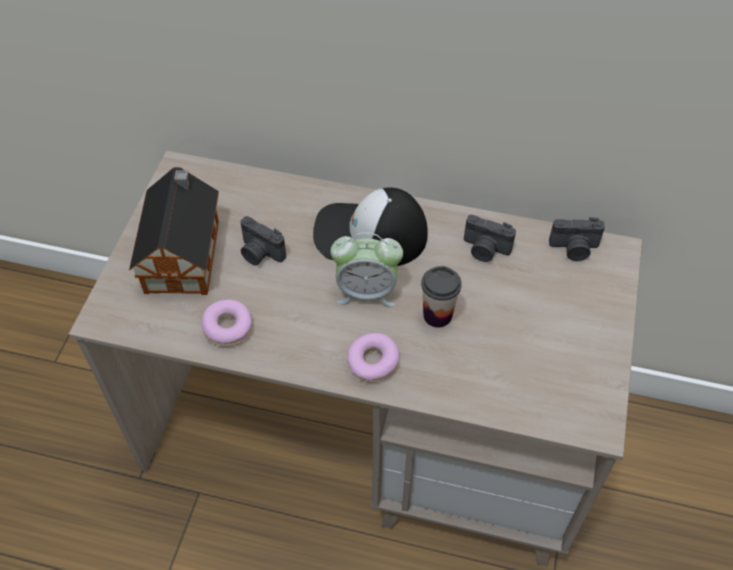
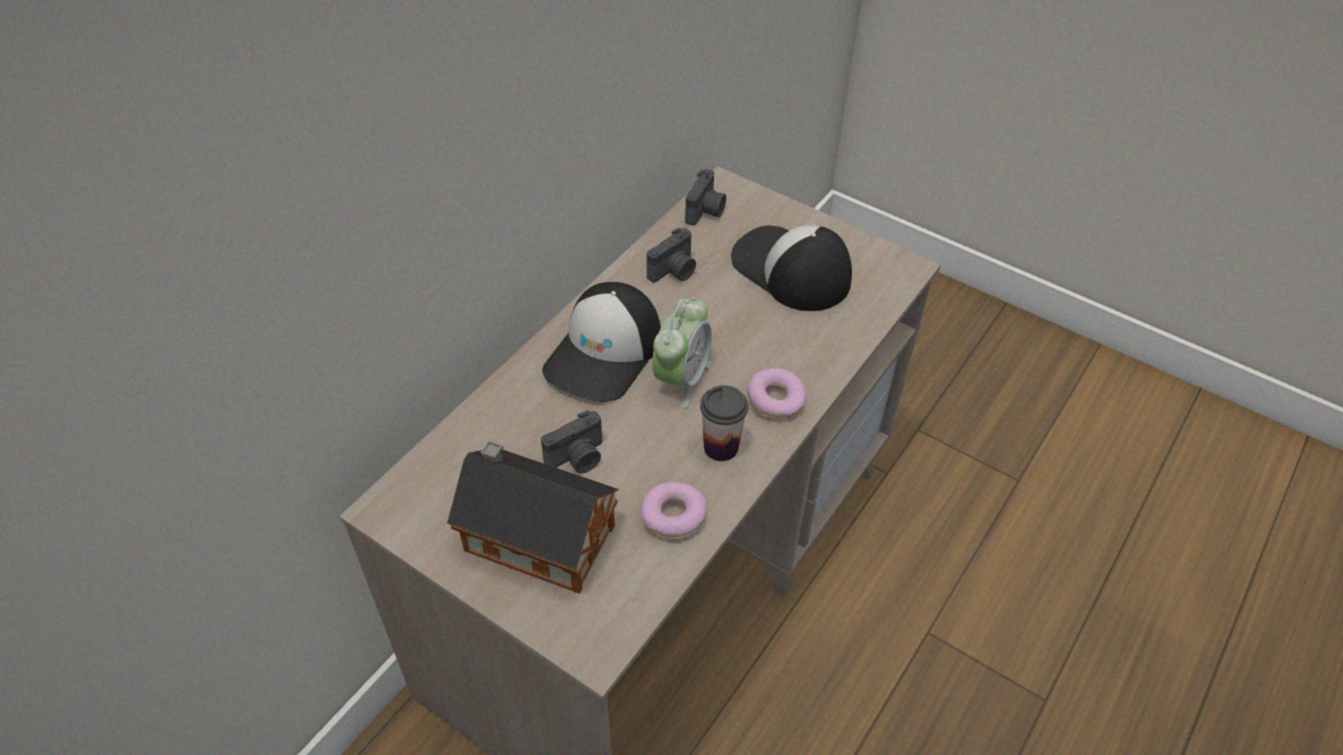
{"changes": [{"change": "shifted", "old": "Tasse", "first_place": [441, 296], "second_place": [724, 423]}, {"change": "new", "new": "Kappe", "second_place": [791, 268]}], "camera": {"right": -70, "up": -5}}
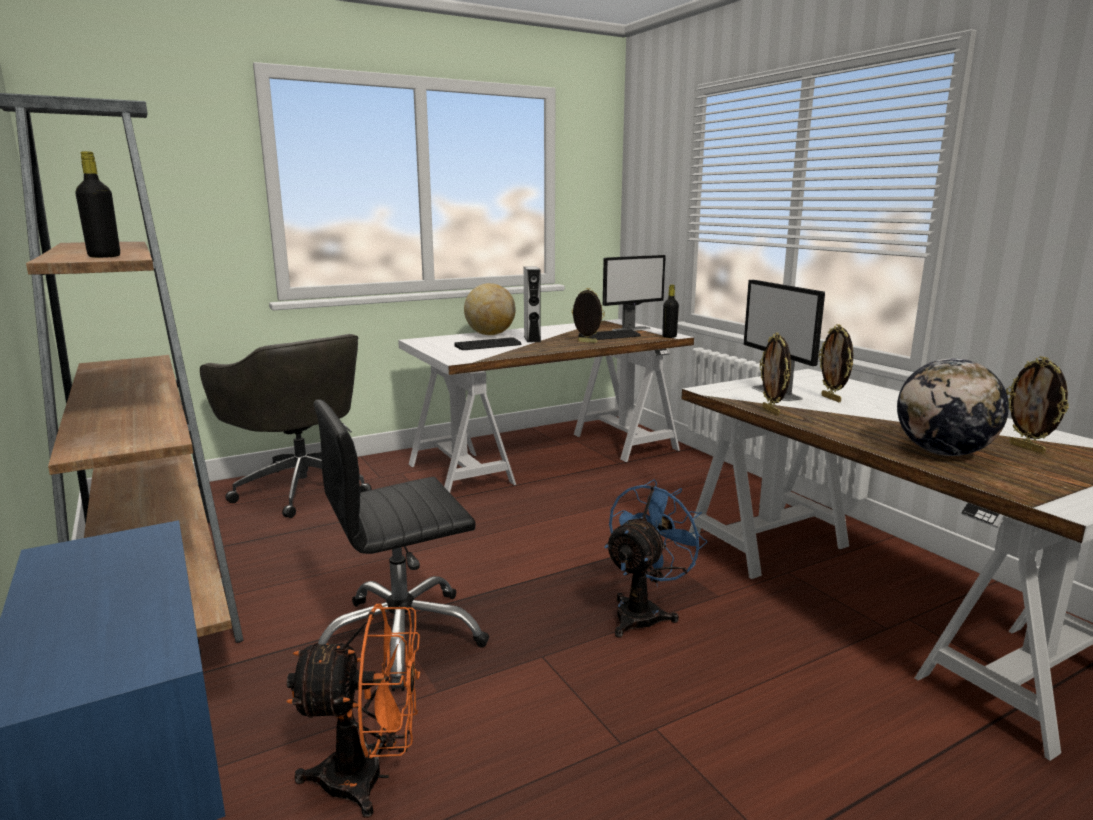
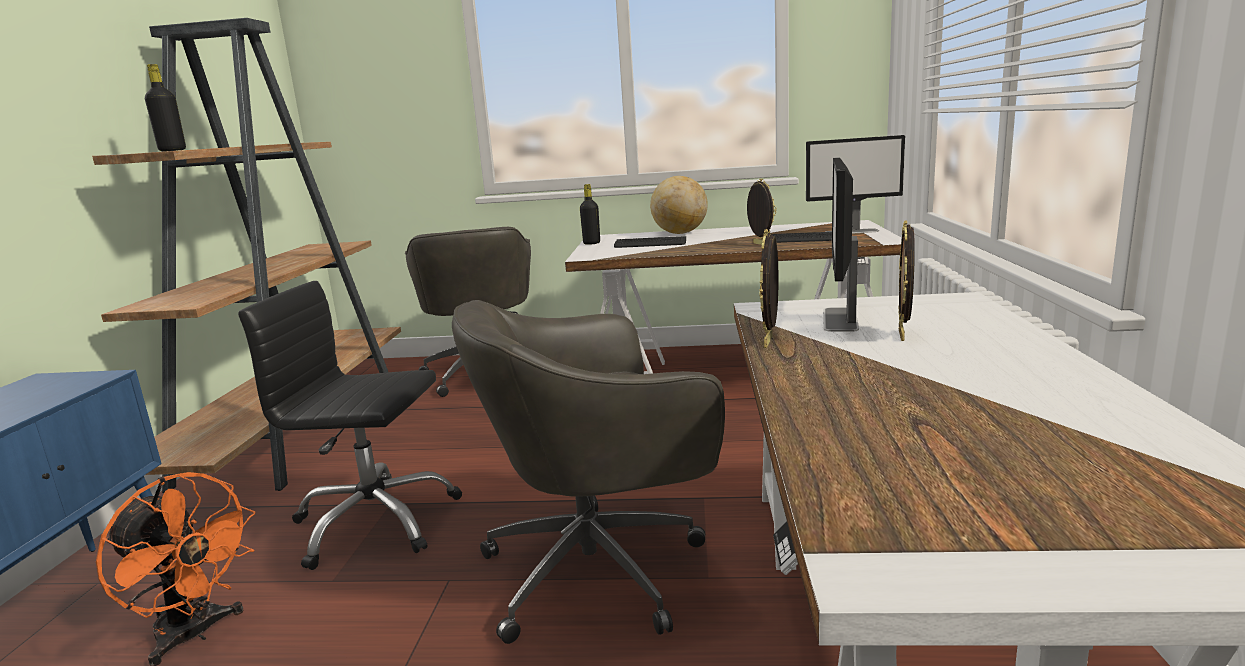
{"changes": [{"change": "gone", "old": "Lautsprecher/grau", "first_place": [532, 304]}, {"change": "swapped", "old": "Ventilator/blau", "new": "Bürostuhl/grau", "first_place": [656, 558], "second_place": [588, 472]}, {"change": "shifted", "old": "Flasche/schwarz", "first_place": [670, 311], "second_place": [590, 214]}, {"change": "gone", "old": "Globus", "first_place": [953, 407]}, {"change": "gone", "old": "Bilderrahmen", "first_place": [1037, 405]}], "camera": {"right": 35, "up": 0}}
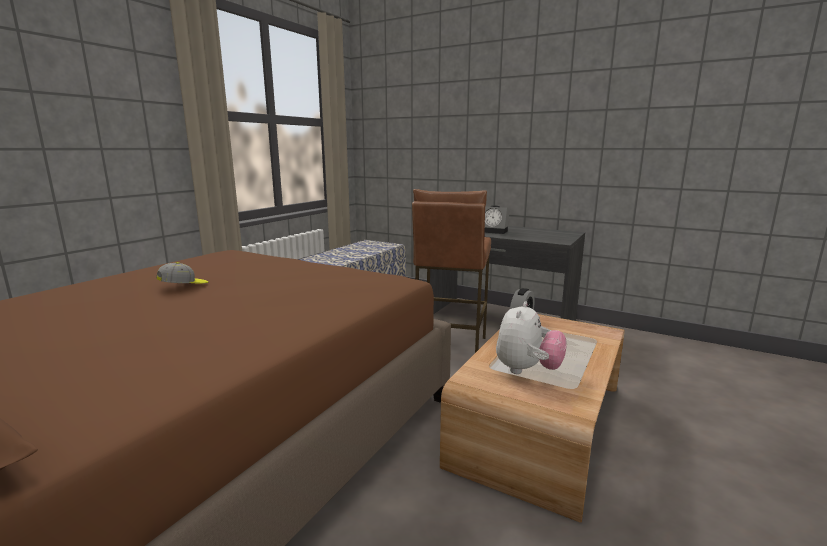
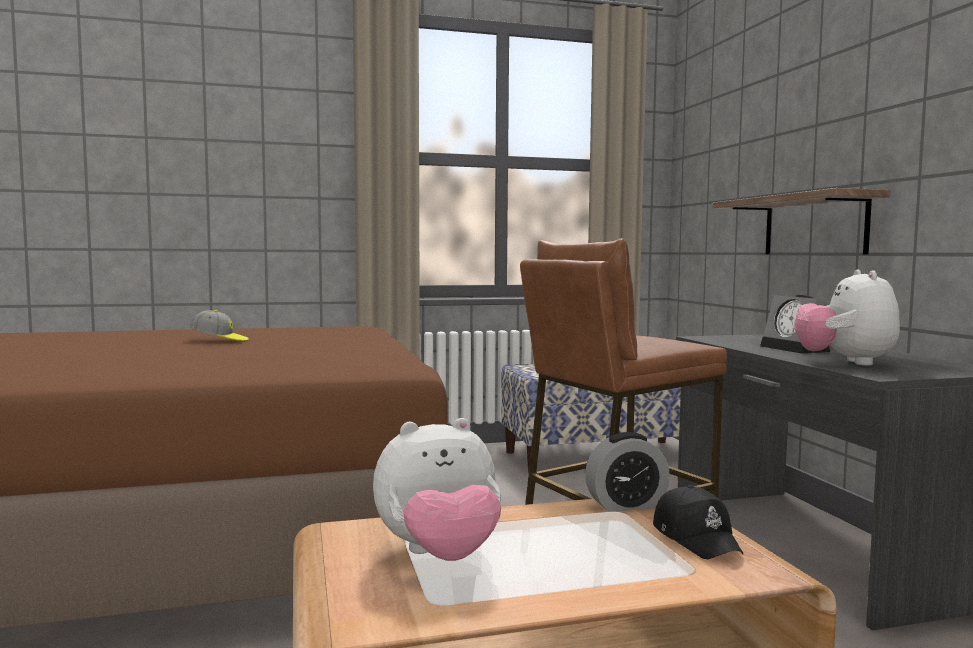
{"changes": [{"change": "new", "new": "Kappe/schwarz", "second_place": [698, 522]}, {"change": "new", "new": "Wandregal", "second_place": [802, 221]}, {"change": "new", "new": "Plüschtier", "second_place": [847, 318]}], "camera": {"right": 45, "up": -10}}
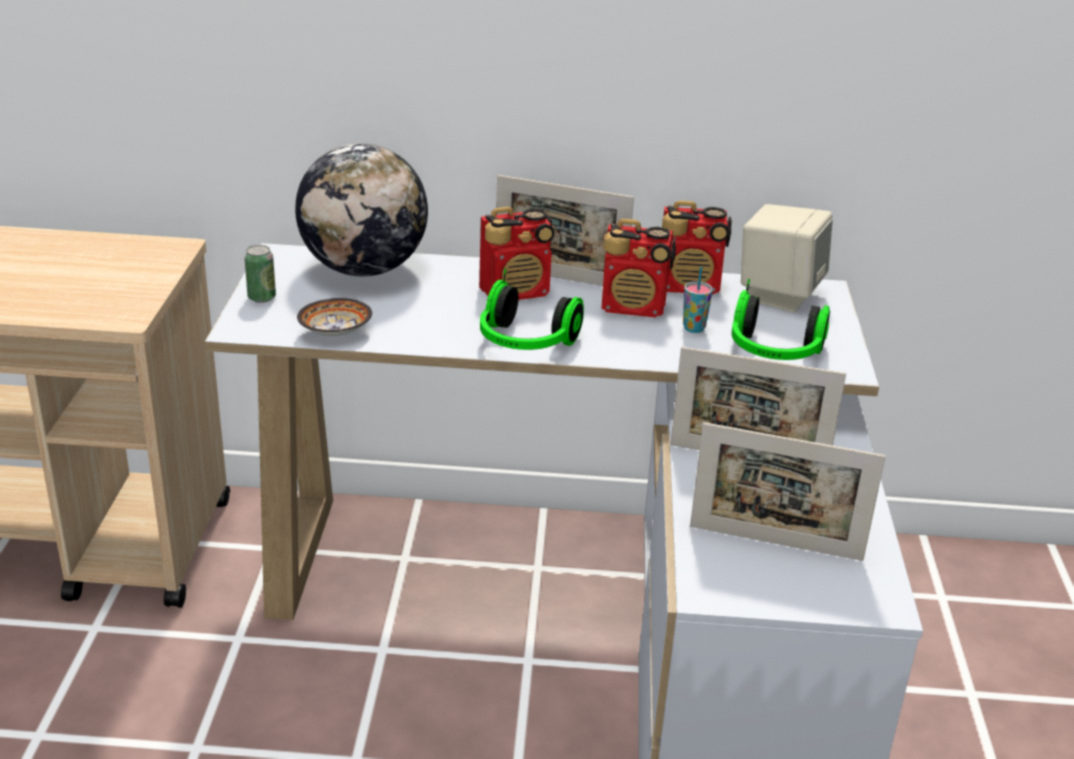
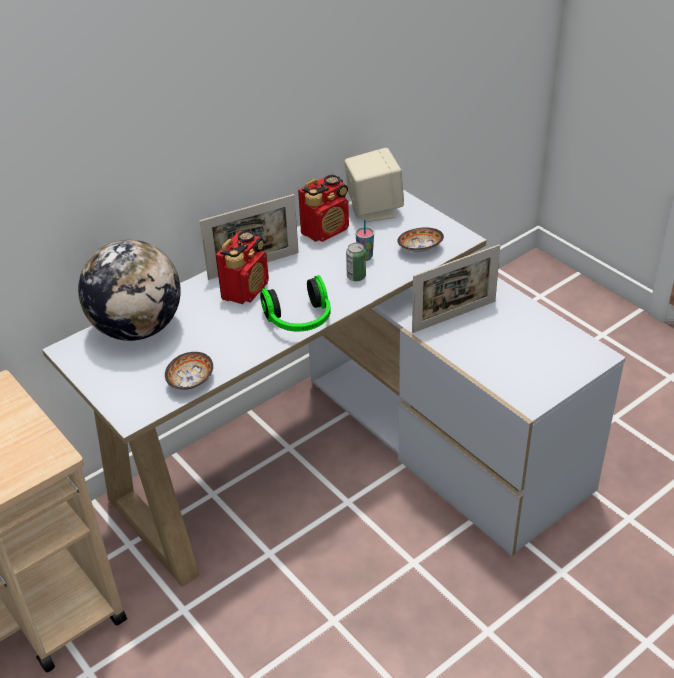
{"changes": [{"change": "shifted", "old": "Dose", "first_place": [260, 274], "second_place": [356, 262]}, {"change": "gone", "old": "Radio", "first_place": [638, 268]}, {"change": "gone", "old": "Bilderrahmen", "first_place": [788, 491]}, {"change": "swapped", "old": "Kopfhörer", "new": "Schüssel", "first_place": [781, 319], "second_place": [420, 240]}], "camera": {"right": -40, "up": 10}}
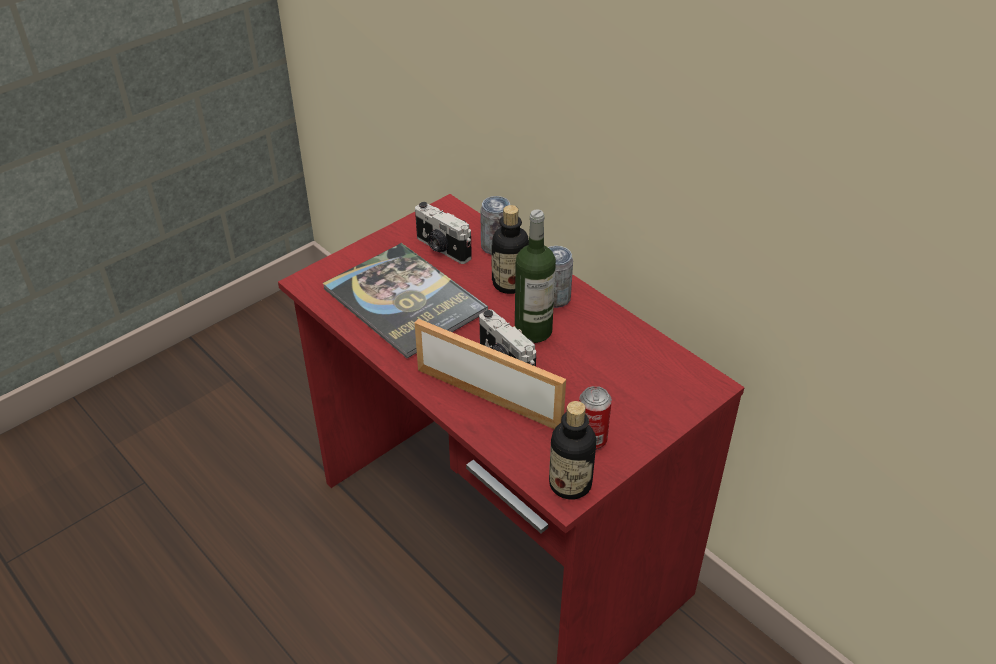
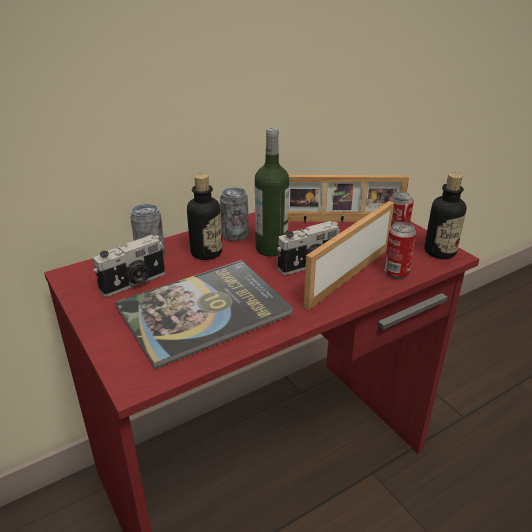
{"changes": [{"change": "new", "new": "Bilderrahmen", "second_place": [348, 199]}, {"change": "new", "new": "Dose", "second_place": [400, 250]}], "camera": {"right": -80, "up": -10}}
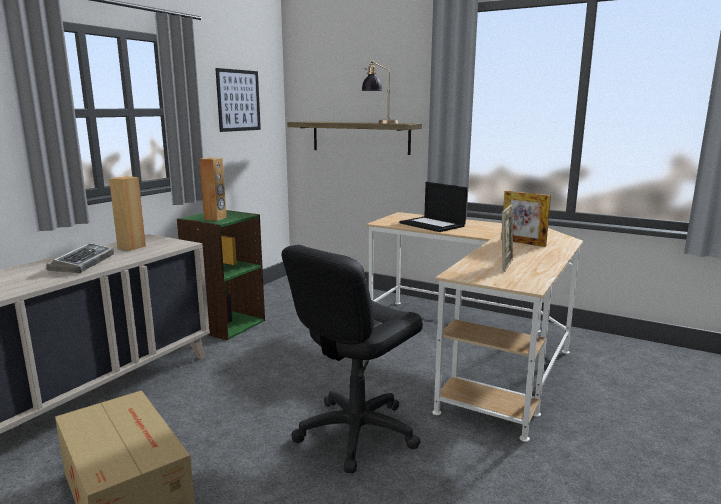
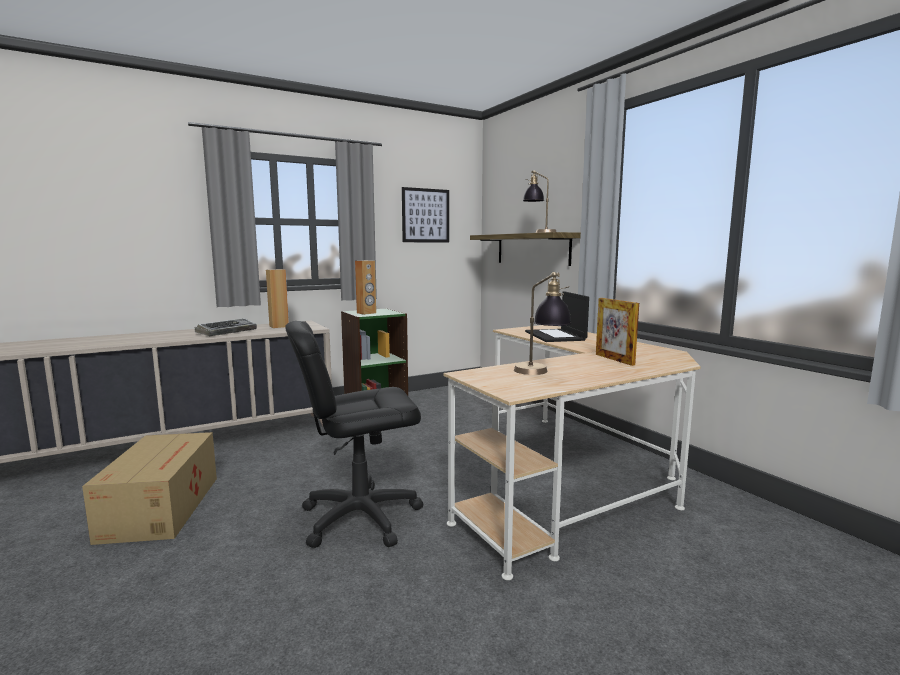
{"changes": [{"change": "swapped", "old": "Bilderrahmen", "new": "Tischlampe", "first_place": [508, 238], "second_place": [543, 323]}], "camera": {"right": 30, "up": -5}}
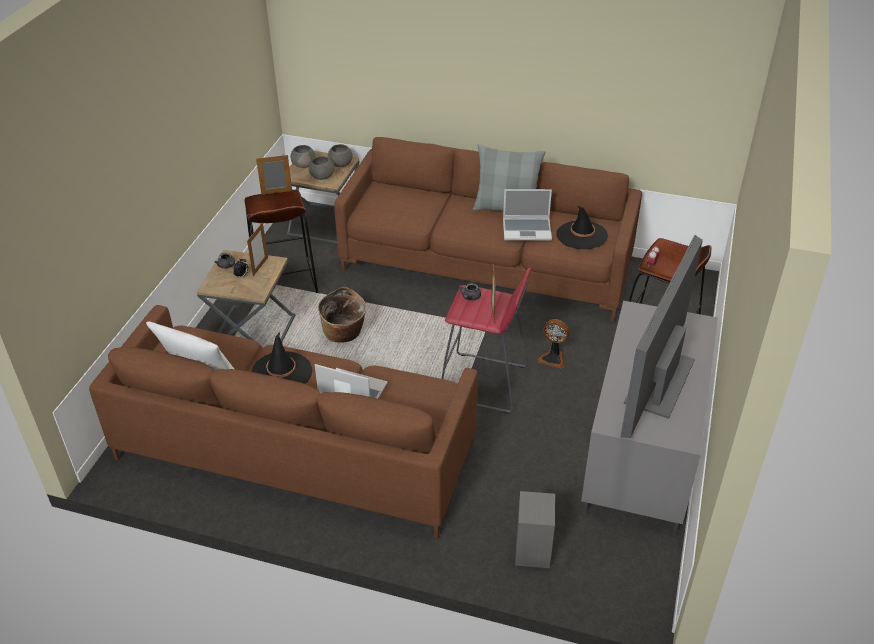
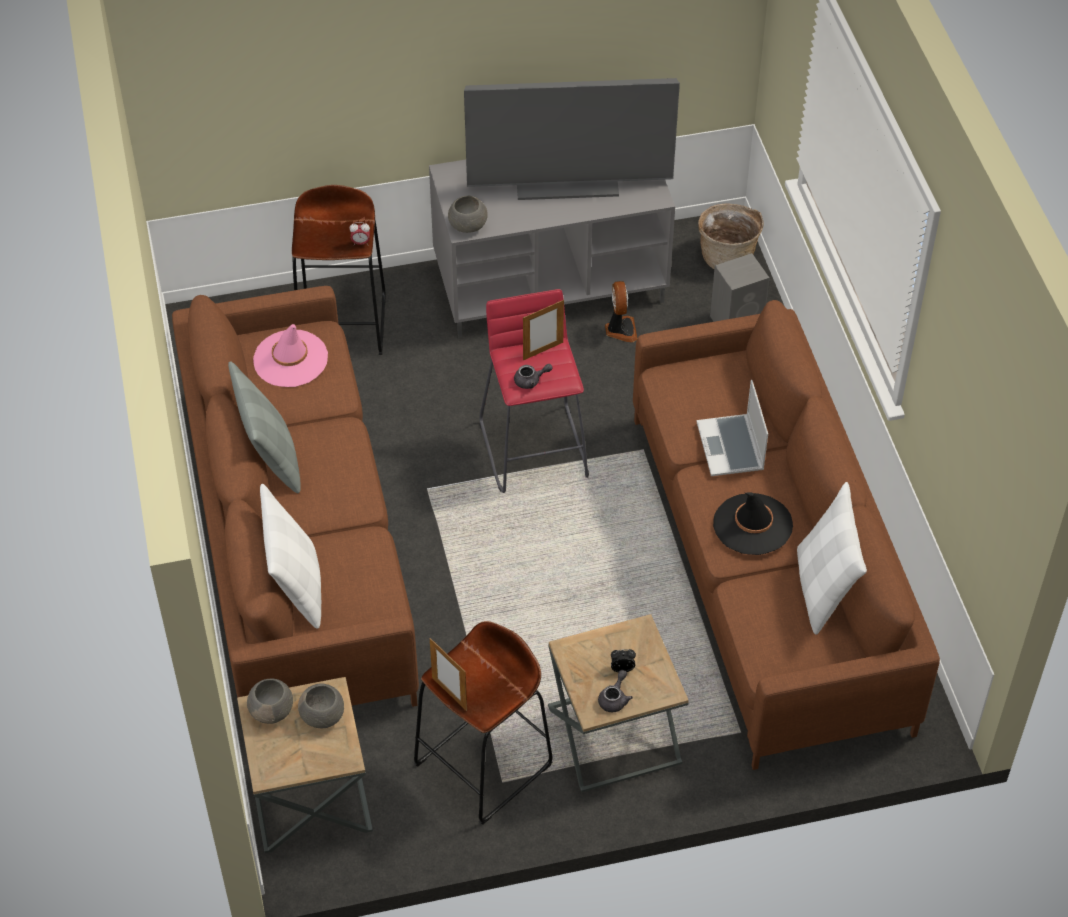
{"changes": [{"change": "gone", "old": "Bilderrahmen", "first_place": [257, 249]}, {"change": "shifted", "old": "Schüssel/grau", "first_place": [303, 156], "second_place": [468, 214]}, {"change": "shifted", "old": "Korb", "first_place": [342, 315], "second_place": [731, 236]}, {"change": "gone", "old": "Laptop", "first_place": [527, 215]}, {"change": "shifted", "old": "Ventilator", "first_place": [553, 344], "second_place": [621, 311]}, {"change": "repainted", "old": "Hut/schwarz", "new": "Hut/rosa", "first_place": [582, 227], "second_place": [290, 355]}, {"change": "new", "new": "Kissen/weiß", "second_place": [290, 556]}], "camera": {"right": -120, "up": 10}}
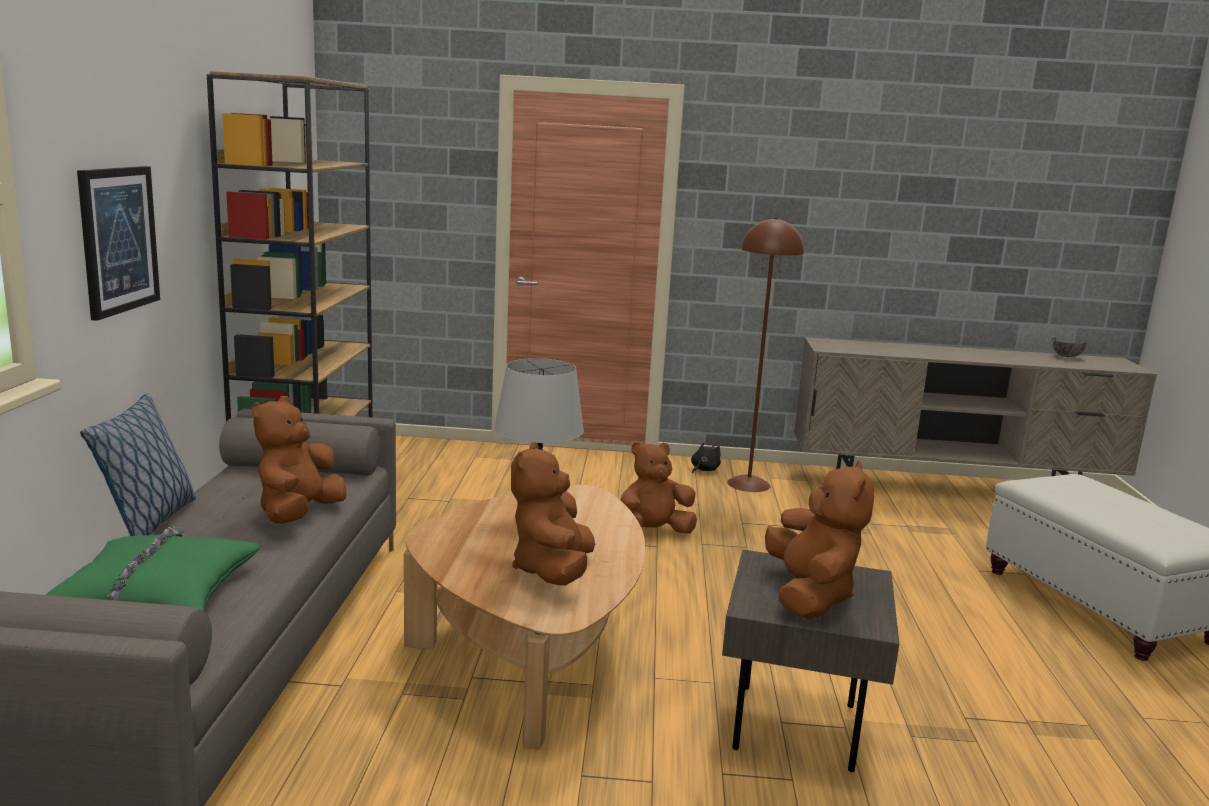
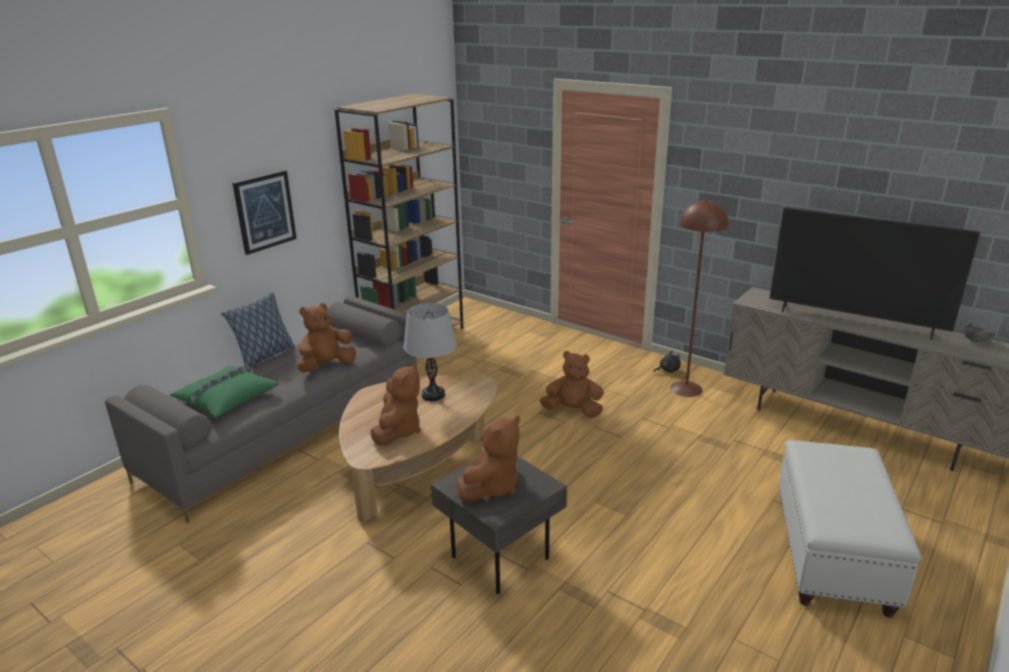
{"changes": [{"change": "rotated", "old": "Plüschtier/braun", "first_place": [553, 513], "second_place": [395, 404], "degrees": 150}, {"change": "new", "new": "Fernseher", "second_place": [874, 274]}], "camera": {"right": 35, "up": 10}}
